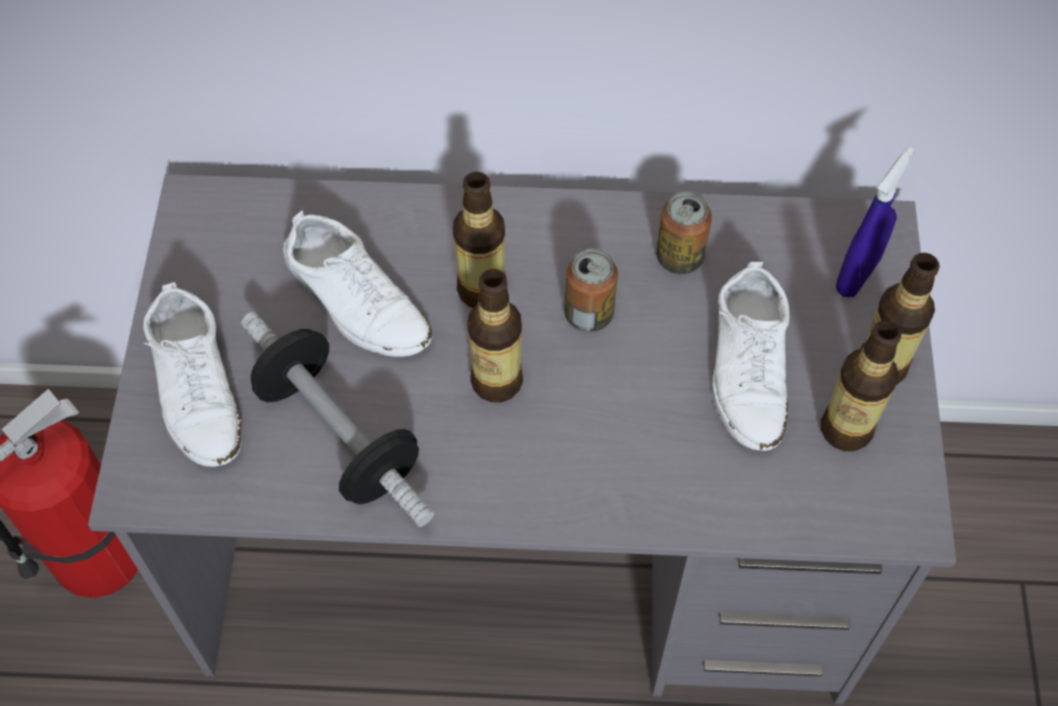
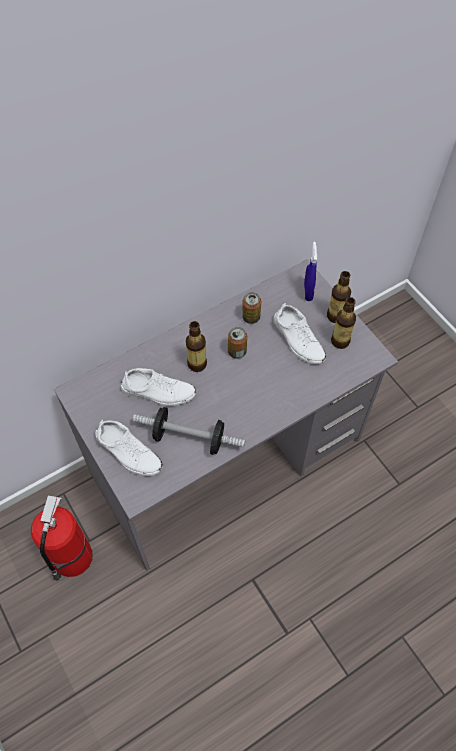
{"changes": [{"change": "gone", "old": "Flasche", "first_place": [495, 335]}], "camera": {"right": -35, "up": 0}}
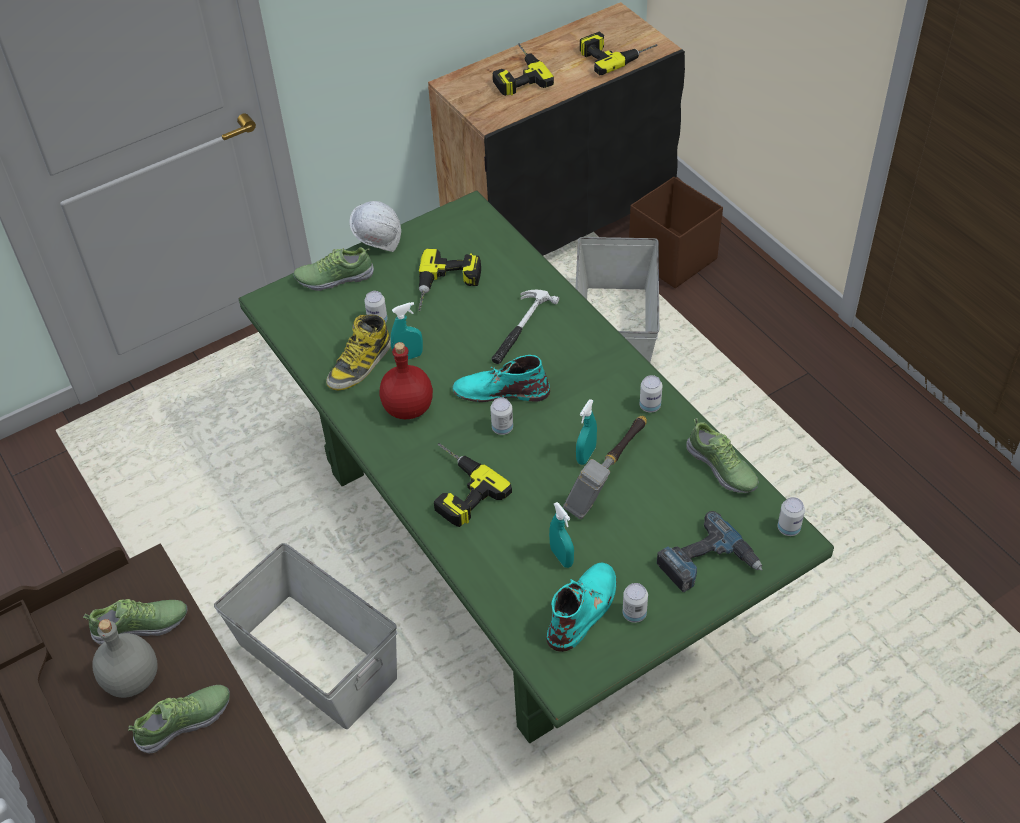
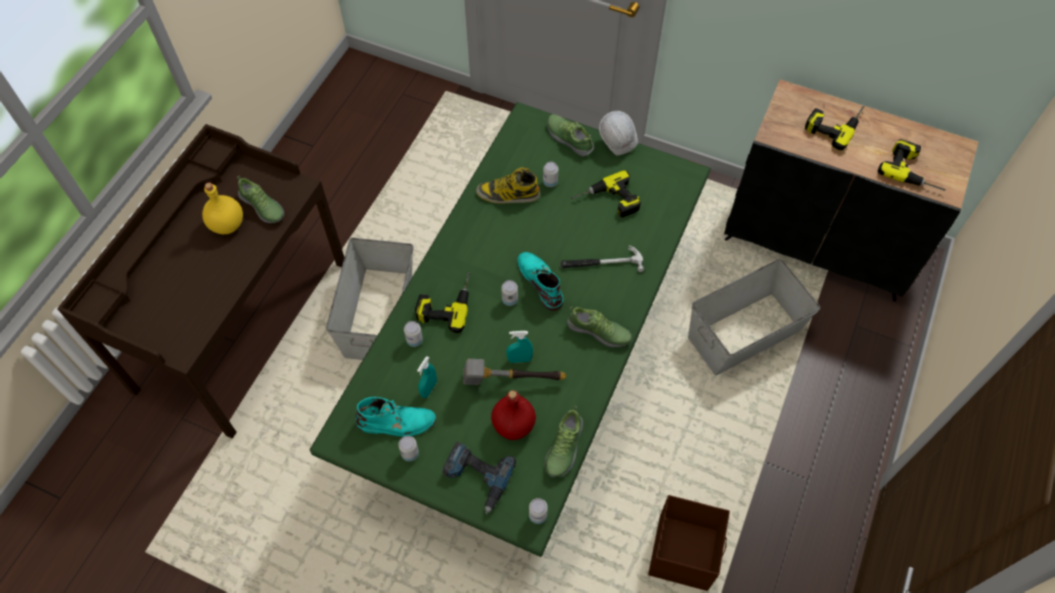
{"changes": [{"change": "repainted", "old": "Flasche/grau", "new": "Flasche/gelb", "first_place": [125, 658], "second_place": [222, 208]}, {"change": "shifted", "old": "Schuh", "first_place": [179, 719], "second_place": [599, 326]}, {"change": "shifted", "old": "Flasche/rot", "first_place": [406, 380], "second_place": [513, 415]}, {"change": "gone", "old": "Sprühflasche/türkis", "first_place": [407, 331]}, {"change": "shifted", "old": "Aufbewahrungsbox/braun", "first_place": [676, 232], "second_place": [689, 543]}, {"change": "shifted", "old": "Dose", "first_place": [651, 394], "second_place": [413, 334]}], "camera": {"right": 55, "up": 10}}
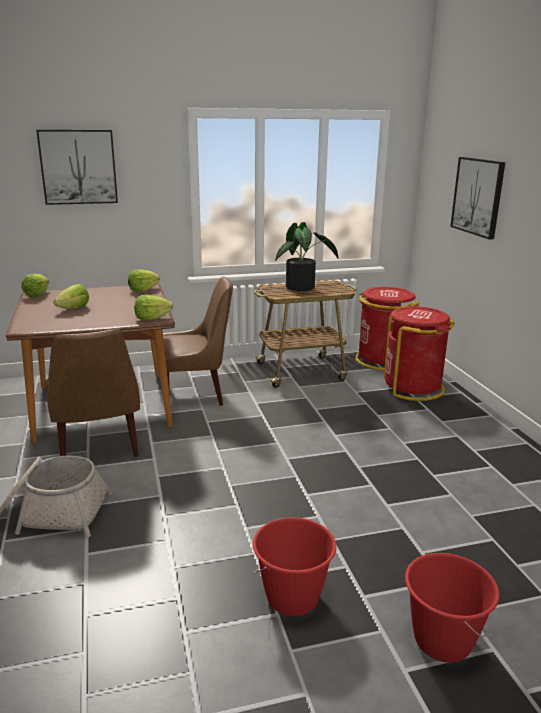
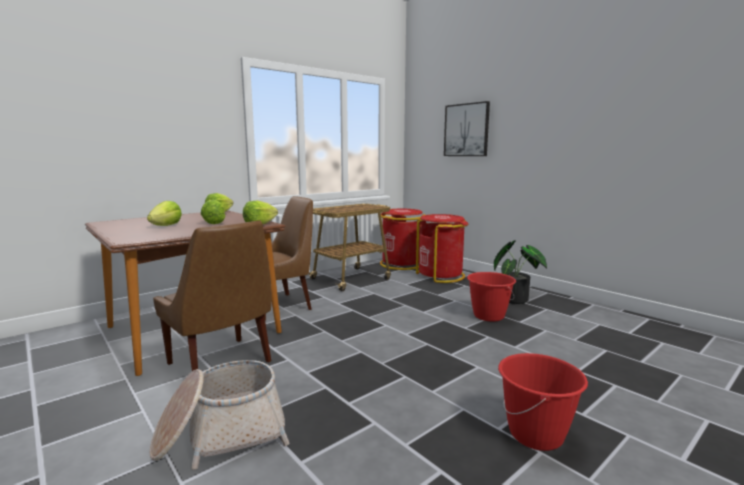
{"changes": [{"change": "shifted", "old": "Salatkopf", "first_place": [35, 285], "second_place": [213, 211]}, {"change": "gone", "old": "Bild", "first_place": [77, 167]}, {"change": "shifted", "old": "Topfpflanze", "first_place": [307, 256], "second_place": [520, 272]}, {"change": "shifted", "old": "Eimer/rot", "first_place": [452, 608], "second_place": [491, 297]}], "camera": {"right": -25, "up": -10}}
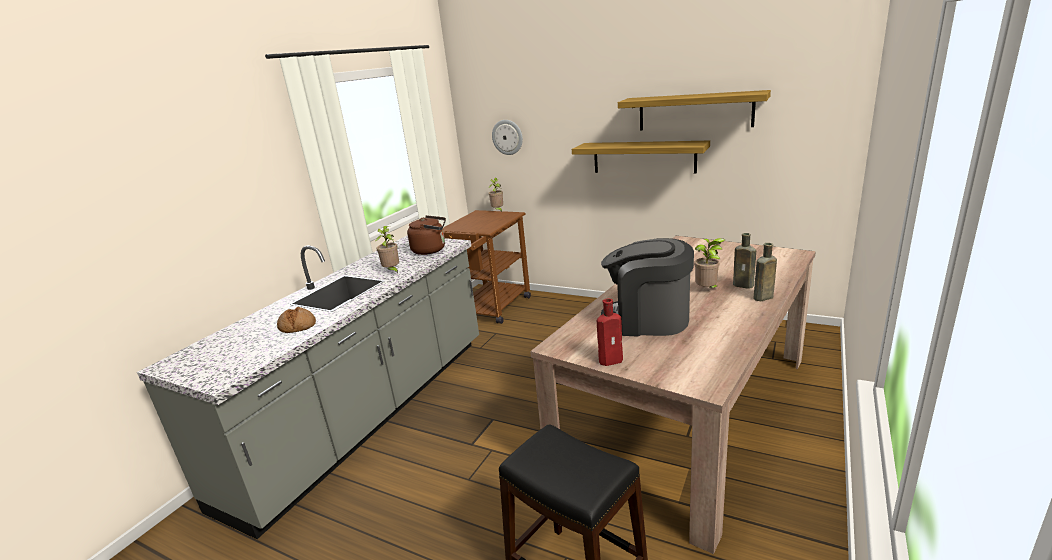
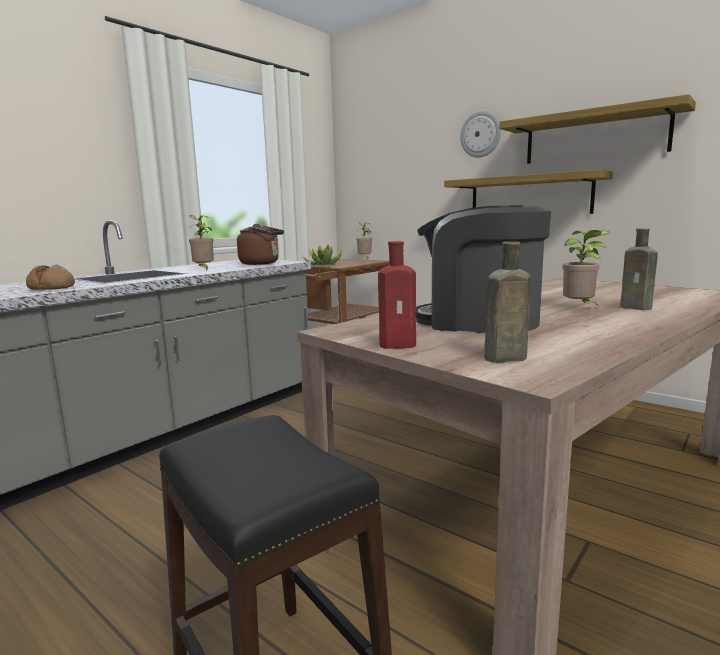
{"changes": [{"change": "shifted", "old": "Wanduhr", "first_place": [507, 137], "second_place": [480, 134]}, {"change": "shifted", "old": "Flasche/braun", "first_place": [765, 272], "second_place": [507, 302]}, {"change": "new", "new": "Topfpflanze", "second_place": [322, 255]}], "camera": {"right": 10, "up": -10}}
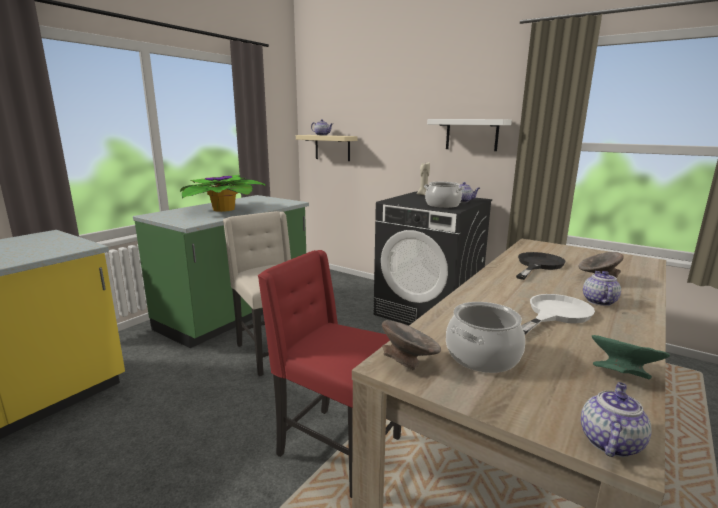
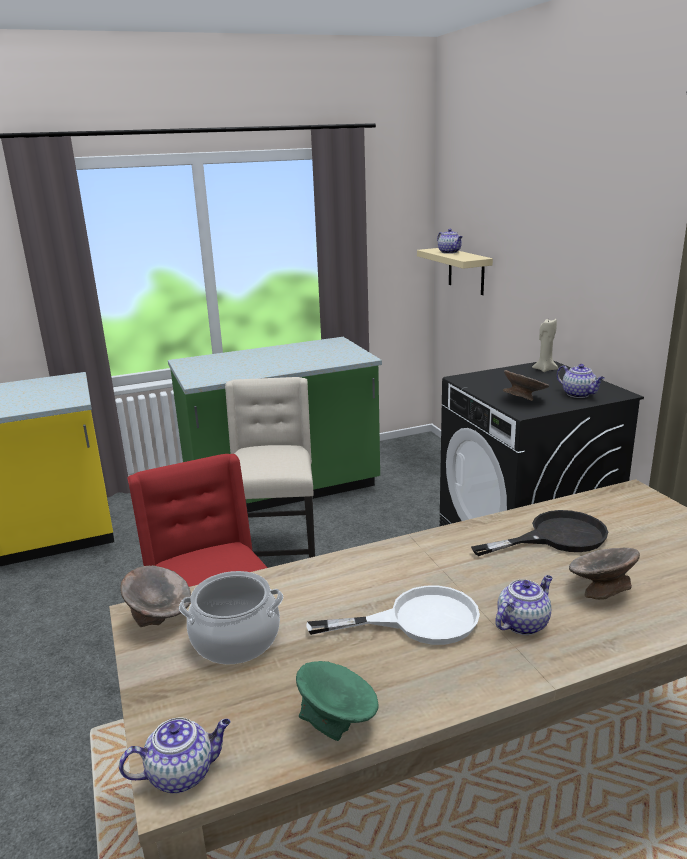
{"changes": [{"change": "gone", "old": "Topfpflanze", "first_place": [223, 193]}, {"change": "swapped", "old": "Kochtopf", "new": "Schüssel/grau", "first_place": [444, 195], "second_place": [526, 385]}, {"change": "gone", "old": "Wandregal/weiß", "first_place": [469, 135]}], "camera": {"right": 35, "up": 5}}
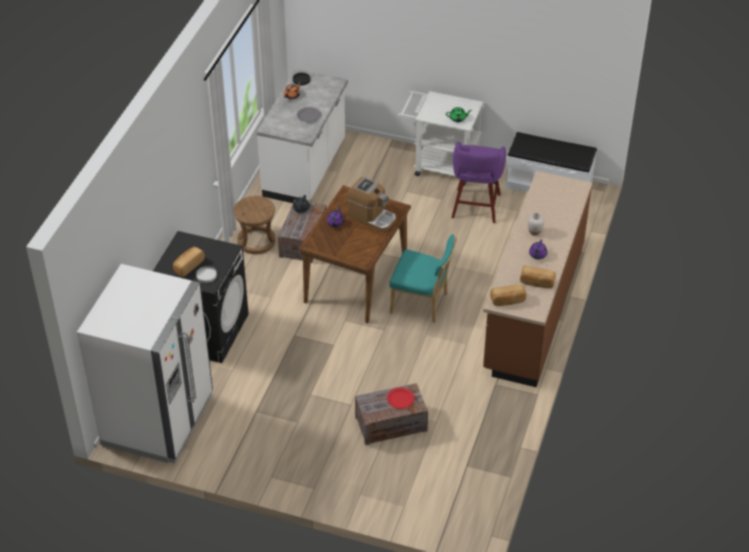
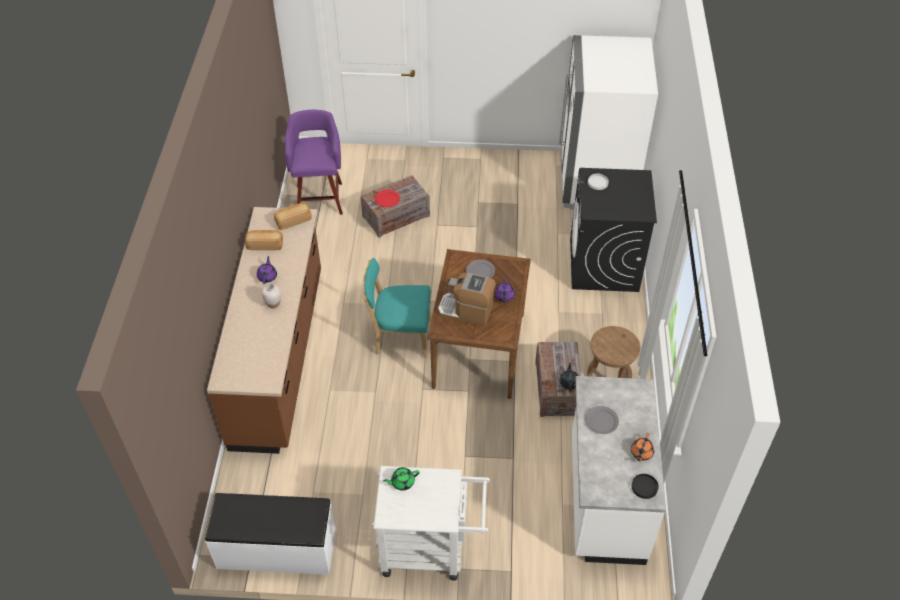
{"changes": [{"change": "gone", "old": "Brot", "first_place": [189, 262]}, {"change": "shifted", "old": "Hocker/lila", "first_place": [479, 182], "second_place": [314, 162]}, {"change": "new", "new": "Teller/grau", "second_place": [480, 268]}], "camera": {"right": 165, "up": 5}}
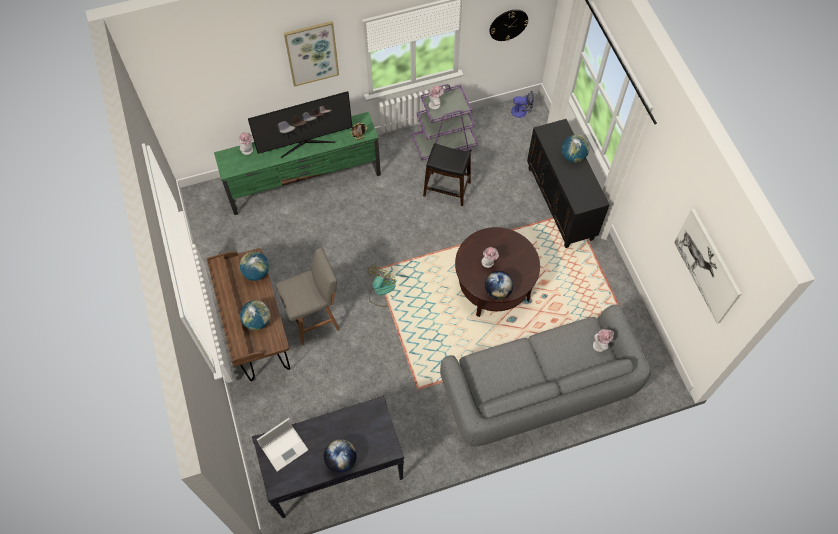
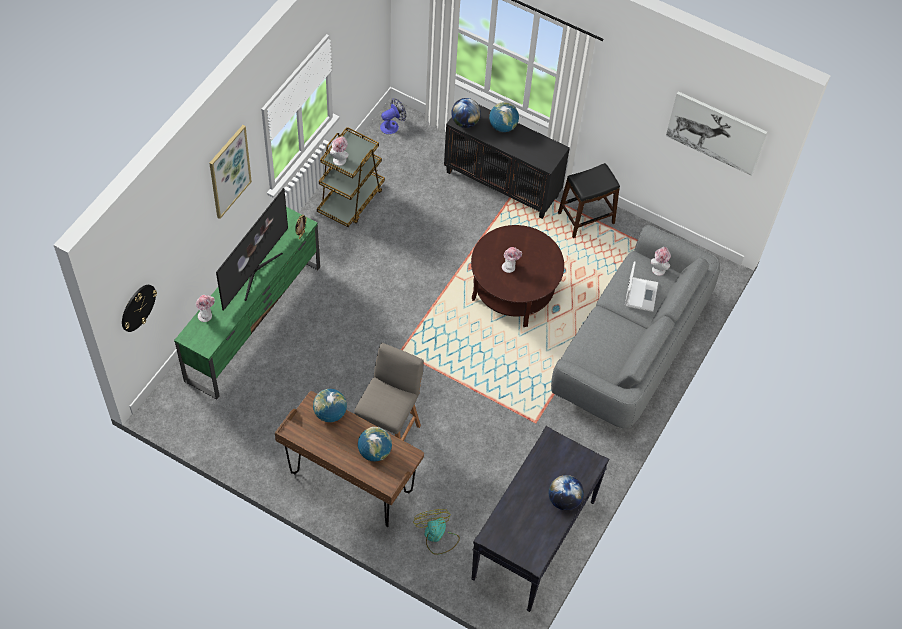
{"changes": [{"change": "shifted", "old": "Laptop", "first_place": [282, 445], "second_place": [641, 286]}, {"change": "shifted", "old": "Ventilator", "first_place": [382, 286], "second_place": [436, 532]}, {"change": "repainted", "old": "Rollwagen/lila", "new": "Rollwagen/braun", "first_place": [445, 122], "second_place": [351, 177]}, {"change": "shifted", "old": "Hocker/schwarz", "first_place": [447, 174], "second_place": [589, 200]}, {"change": "shifted", "old": "Globus", "first_place": [499, 285], "second_place": [466, 113]}, {"change": "shifted", "old": "Wanduhr", "first_place": [509, 25], "second_place": [139, 308]}], "camera": {"right": -45, "up": -5}}
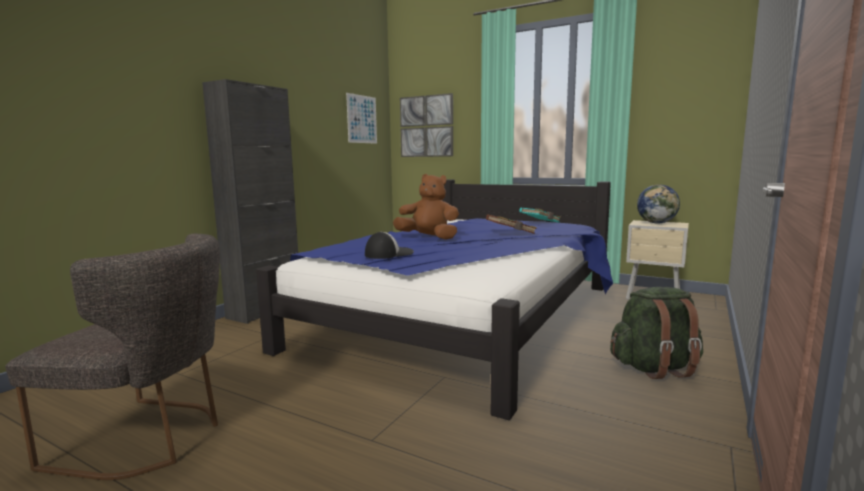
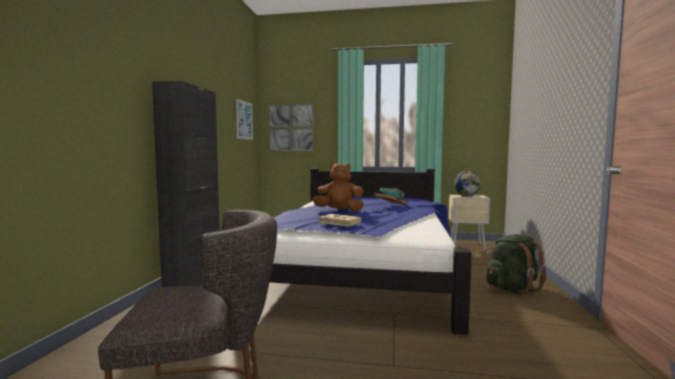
{"changes": [{"change": "swapped", "old": "Kappe", "new": "Buch/beige", "first_place": [389, 245], "second_place": [340, 220]}], "camera": {"right": -20, "up": -5}}
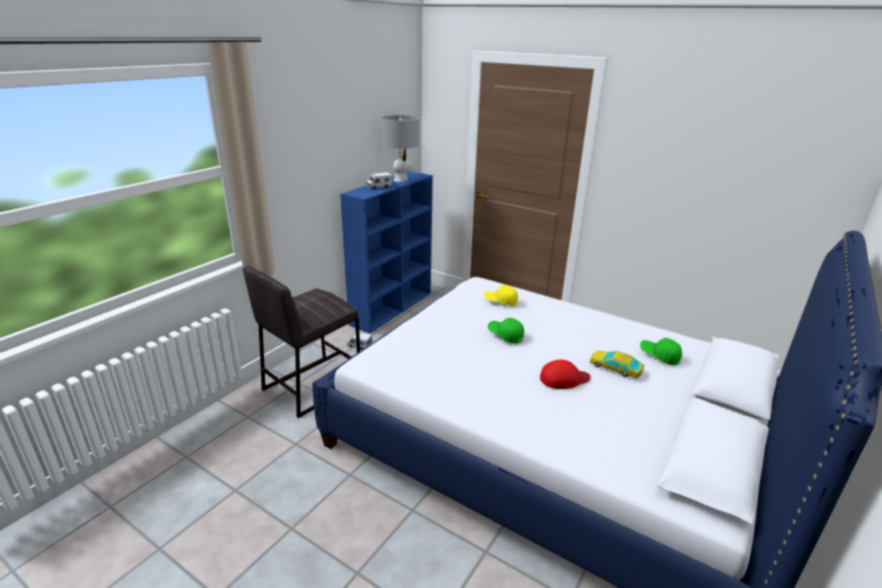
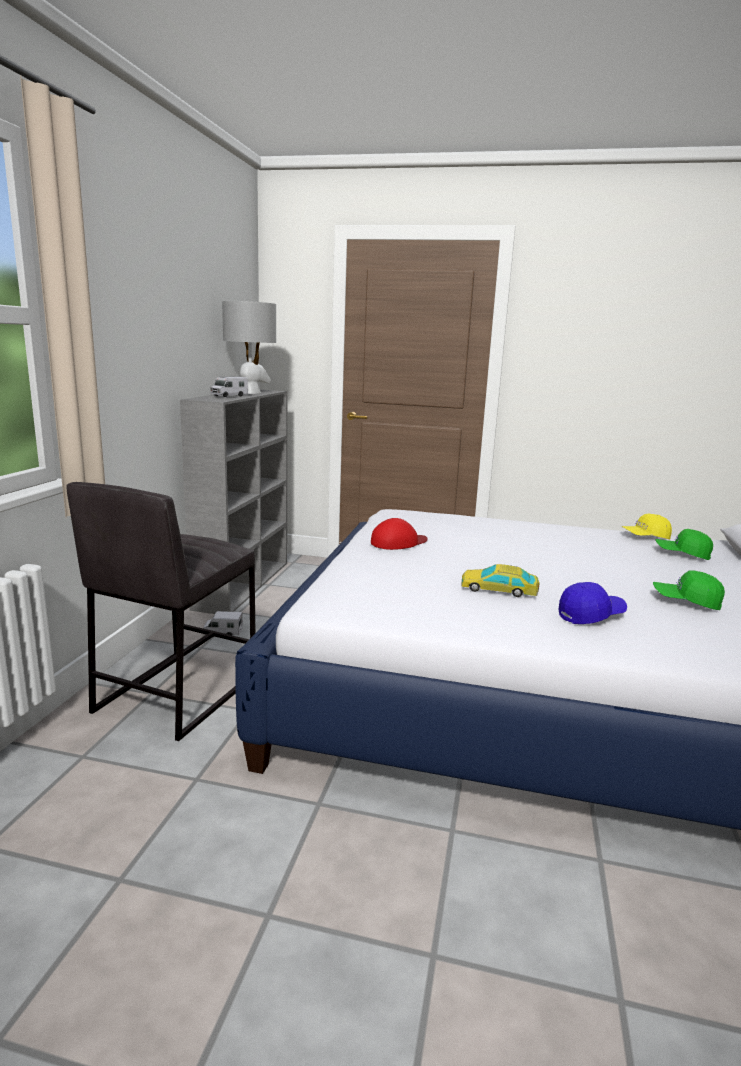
{"changes": [{"change": "repainted", "old": "Bücherregal/blau", "new": "Bücherregal/grau", "first_place": [386, 252], "second_place": [233, 502]}, {"change": "shifted", "old": "Kappe/gelb", "first_place": [501, 295], "second_place": [647, 527]}, {"change": "shifted", "old": "Kappe/grün", "first_place": [506, 331], "second_place": [689, 590]}, {"change": "shifted", "old": "Kappe/rot", "first_place": [565, 374], "second_place": [399, 534]}, {"change": "shifted", "old": "Spielzeugauto", "first_place": [616, 364], "second_place": [500, 580]}, {"change": "new", "new": "Kappe/blau", "second_place": [593, 603]}], "camera": {"right": -20, "up": -10}}
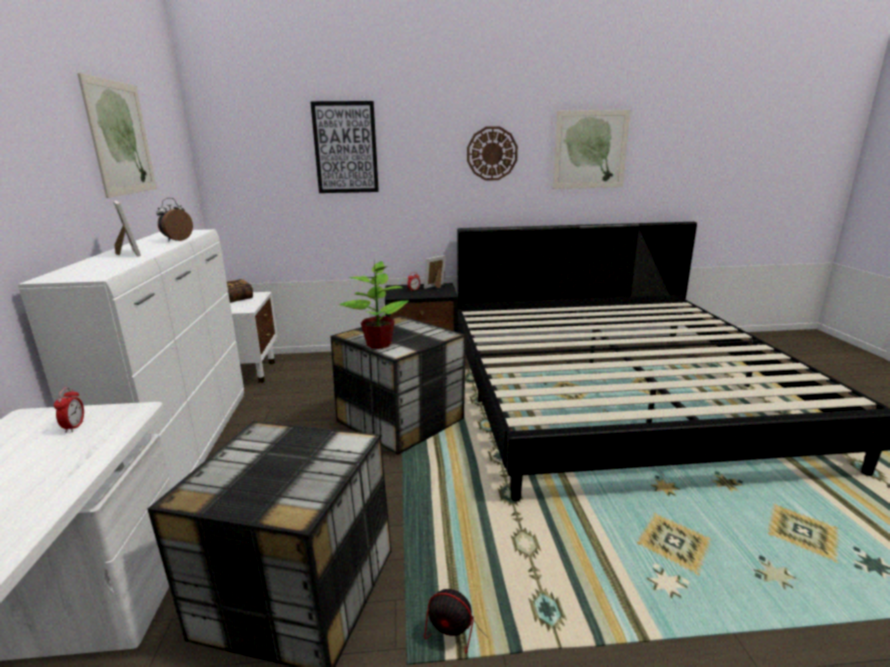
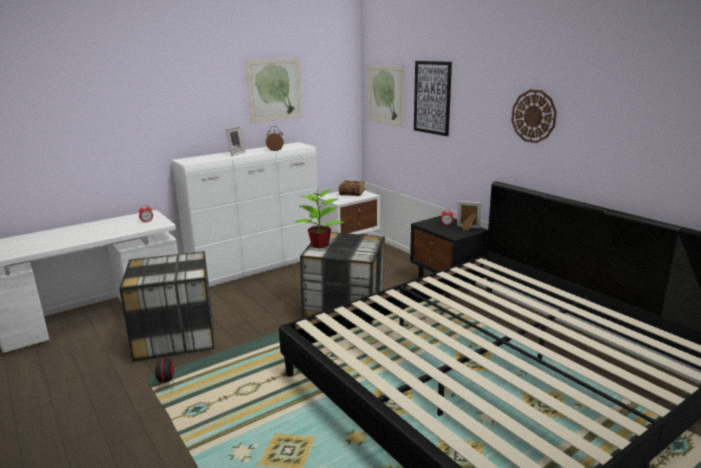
{"changes": [{"change": "shifted", "old": "Bild", "first_place": [592, 149], "second_place": [386, 96]}], "camera": {"right": 60, "up": 0}}
